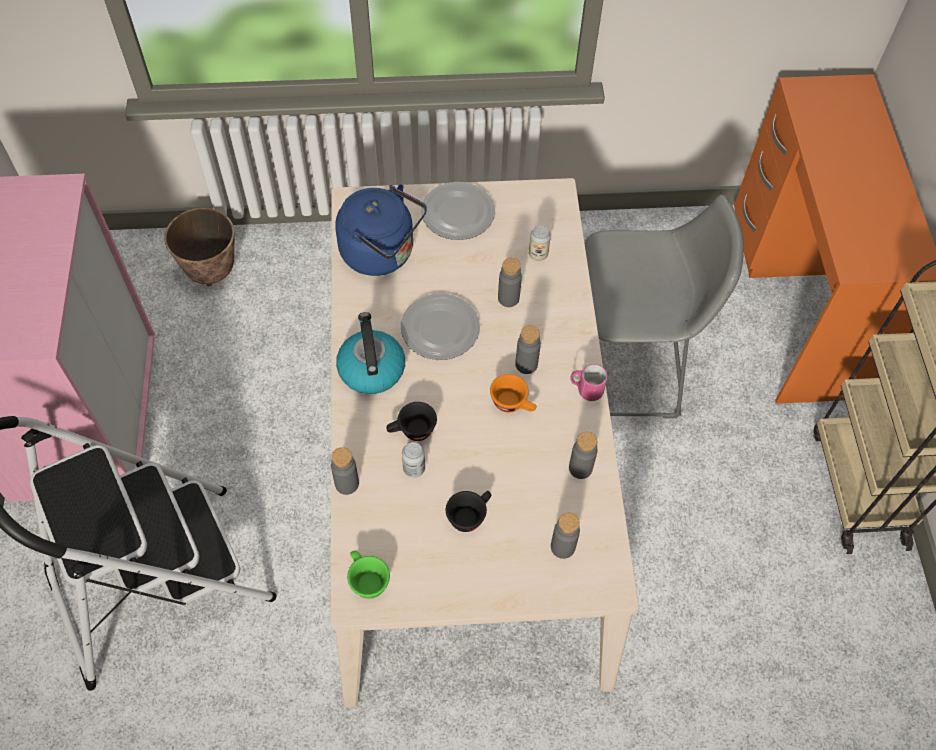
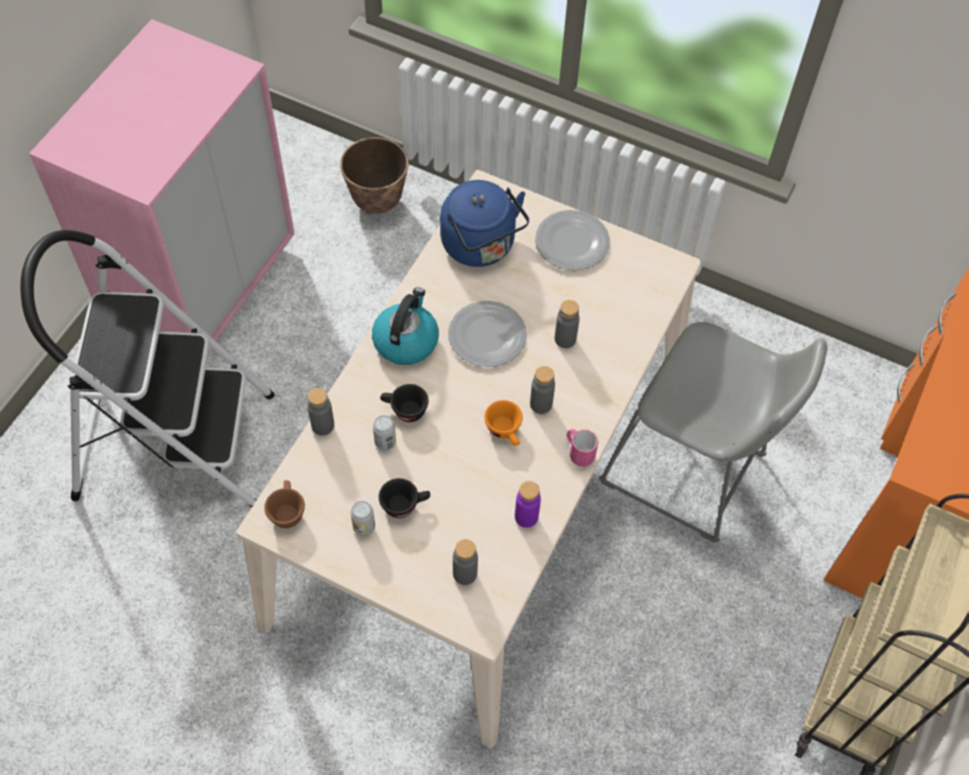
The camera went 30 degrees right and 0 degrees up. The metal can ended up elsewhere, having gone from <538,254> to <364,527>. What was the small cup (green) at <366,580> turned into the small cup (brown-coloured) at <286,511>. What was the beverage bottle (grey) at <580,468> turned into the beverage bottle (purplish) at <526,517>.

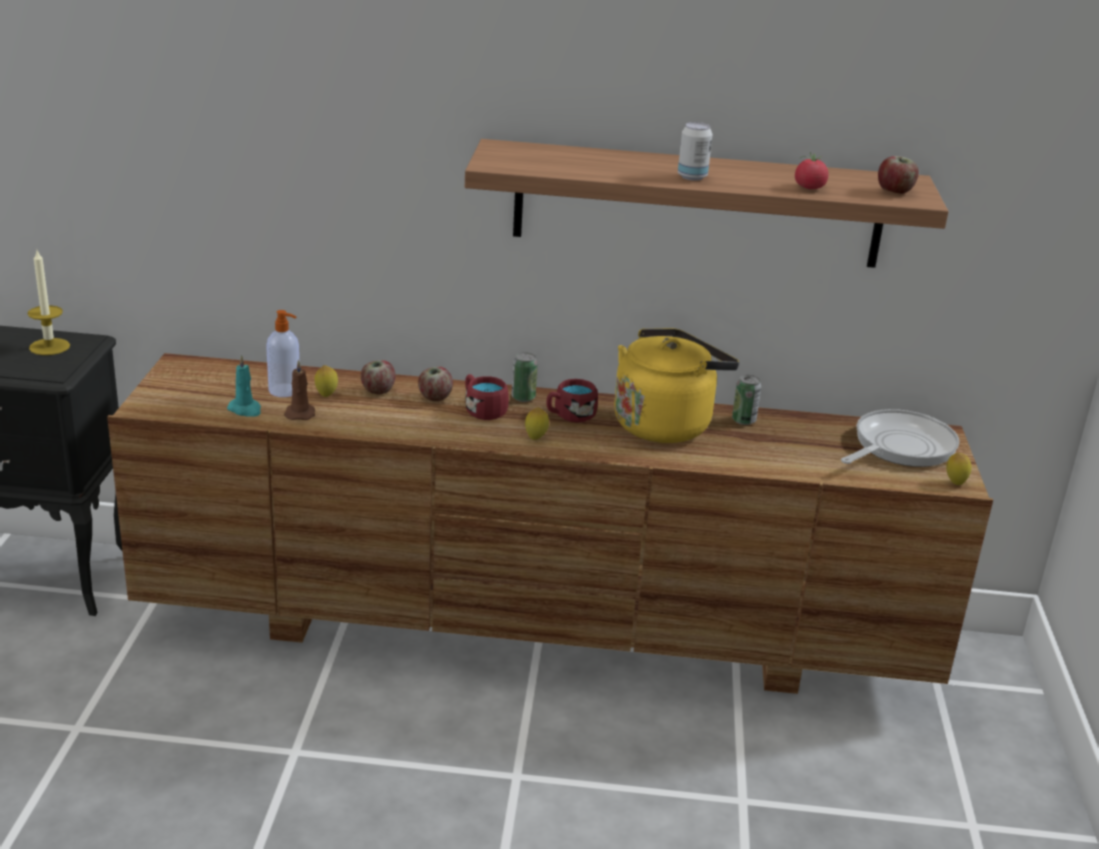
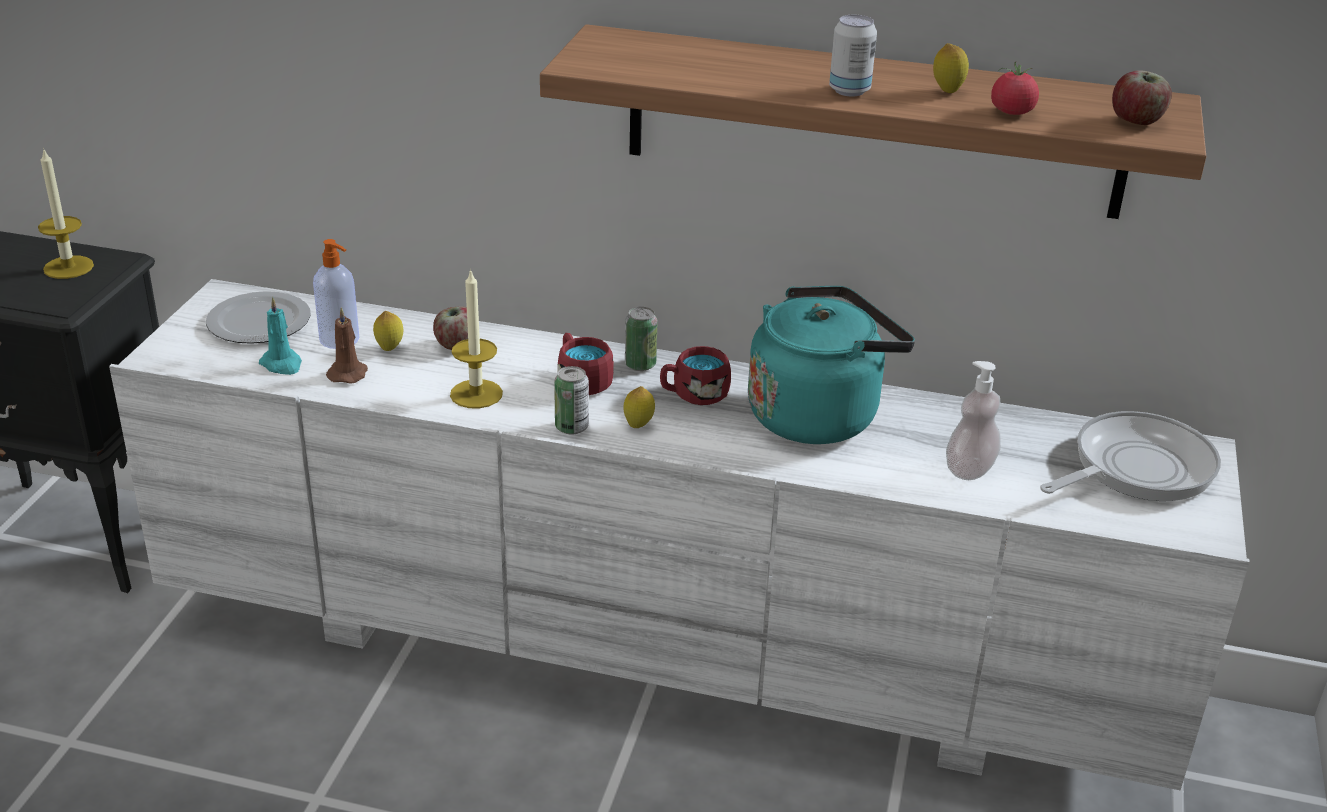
The camera went 10 degrees right and 5 degrees up. The second view lost the apple fruit at <434,397>. The second view gained the dinner plate at <261,322>. The second view gained the candle at <476,394>. The second view gained the soap bottle at <969,469>. The metal can ended up elsewhere, having gone from <743,420> to <571,427>. The citrus fruit ended up elsewhere, having gone from <955,483> to <947,91>. What was the cabinet (brown-coloured) at <535,635> turned into the cabinet (whitish) at <655,662>. What was the kettle (yellow-coloured) at <665,424> turned into the kettle (turquoise-coloured) at <818,414>.

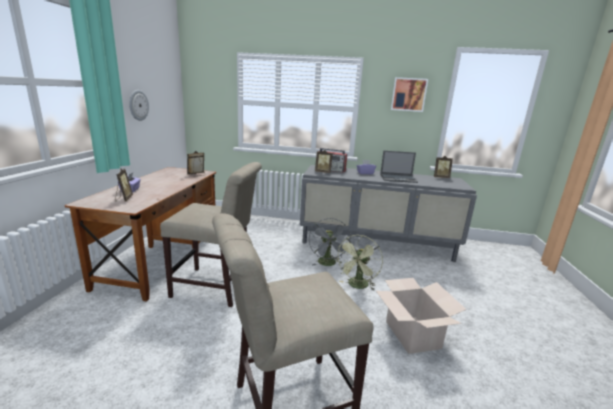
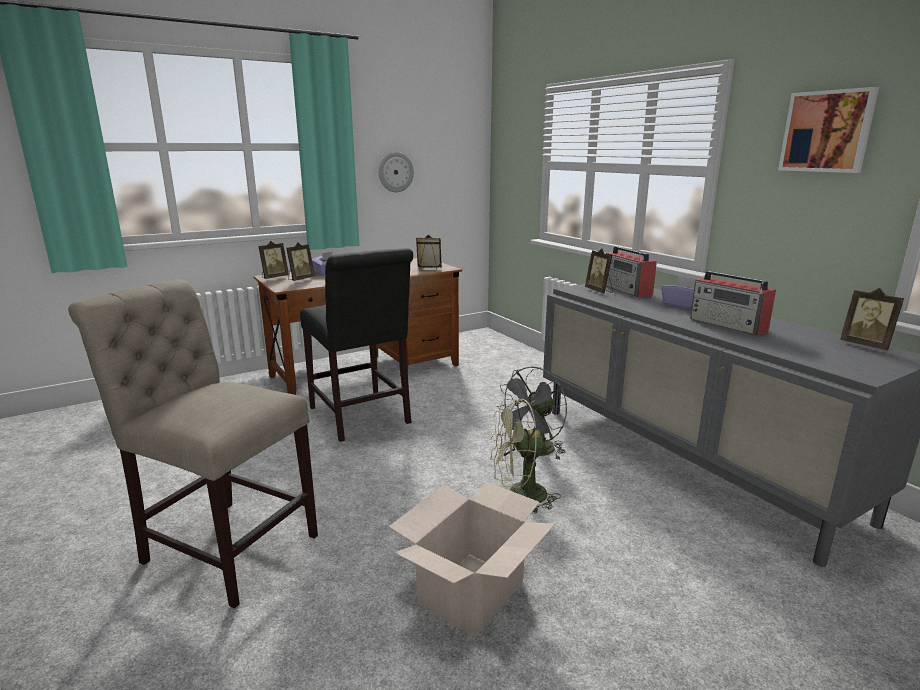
The camera went 50 degrees right and 0 degrees up. The second view gained the photo frame at <274,277>. Where the portable computer stood at <398,178>, the radio set came to stand at <728,325>. What was the upright chair (sand-coloured) at <216,287> turned into the upright chair (black-coloured) at <361,417>.

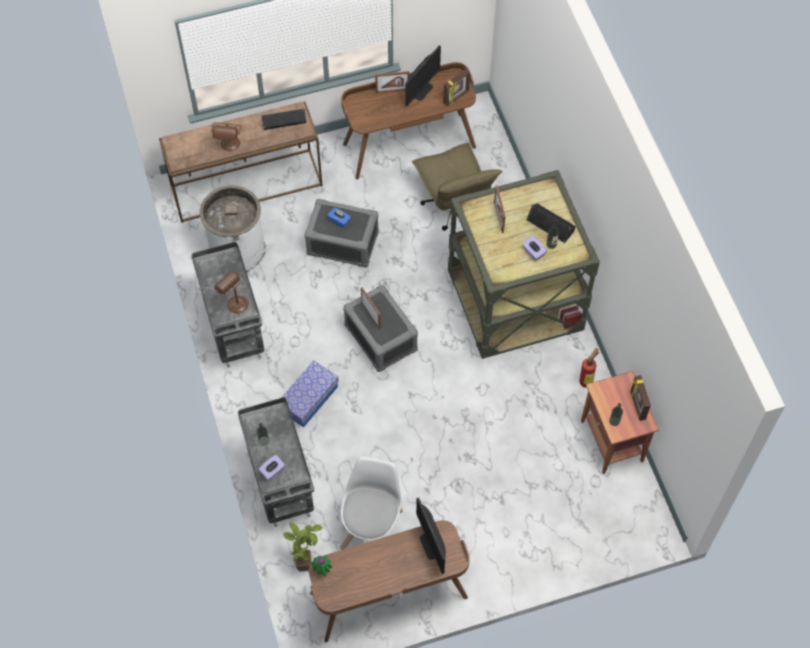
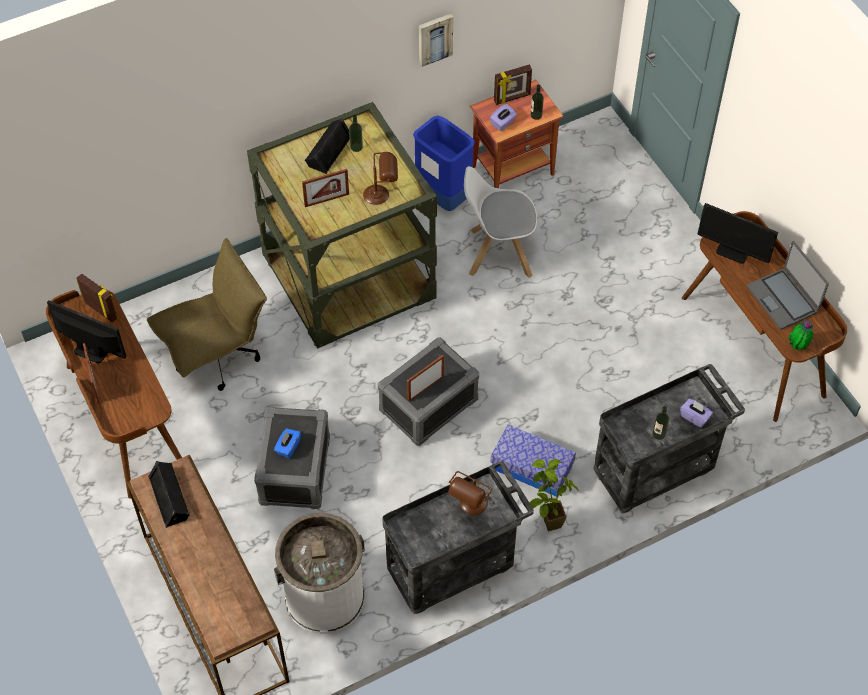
The camera went 100 degrees left and 5 degrees down. The second view gained the wall picture at <434,38>. The second view gained the portable computer at <783,299>. The table lamp (brown-coloured) ended up elsewhere, having gone from <230,146> to <381,193>. The potted plant ended up elsewhere, having gone from <305,560> to <544,524>. The upright chair ended up elsewhere, having gone from <372,527> to <498,253>. The box of tissues (purplish) ended up elsewhere, having gone from <533,252> to <503,123>. Where the fire-fighting cylinder stood at <587,380>, the trash can (bluish) came to stand at <443,198>. The computer display at <432,545> ended up facing another way, 60 degrees clockwise from before.

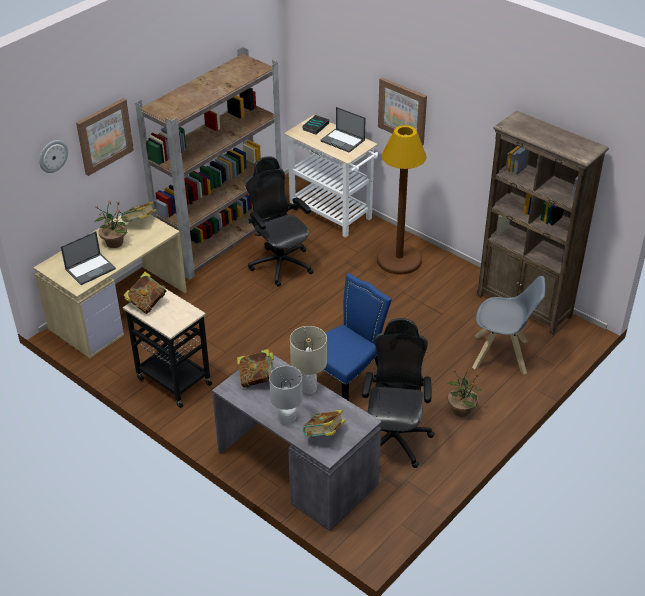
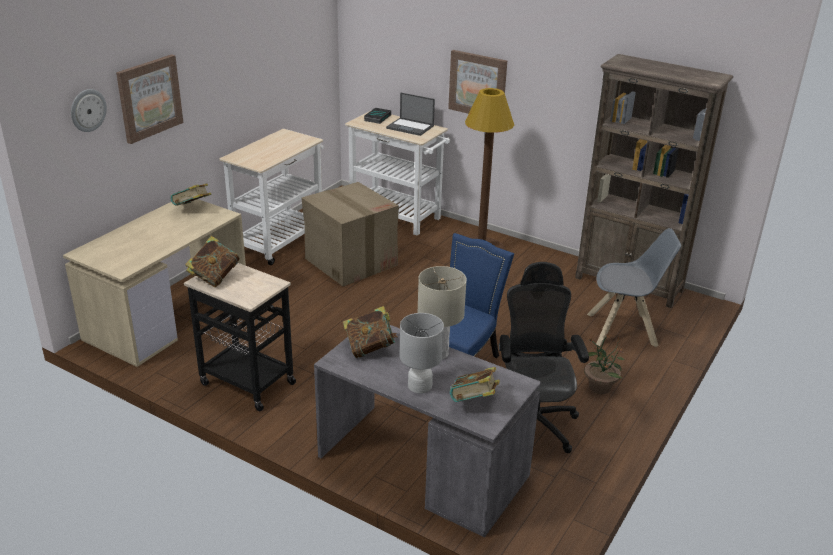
The camera went 10 degrees left and 10 degrees down. The second view lost the portable computer at <91,269>. The second view lost the potted plant at <114,242>. Where the shelving unit (brown-coloured) stood at <222,237>, the cart (whitish) came to stand at <280,242>. Where the desk chair stood at <280,263>, the carton came to stand at <350,261>.

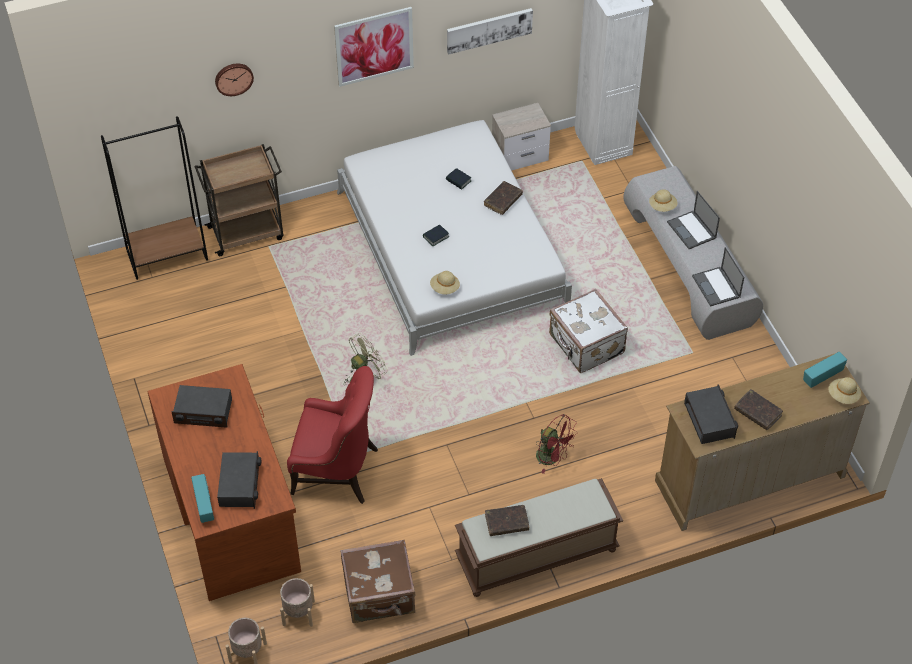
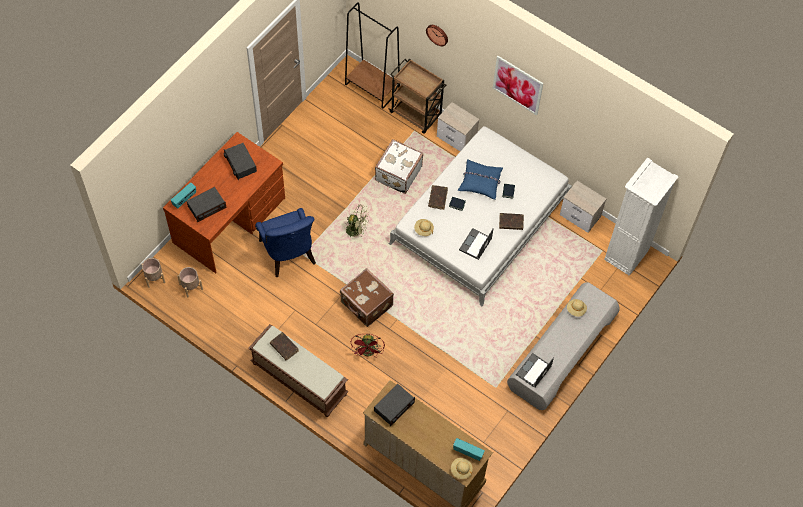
The camera went 55 degrees right and 10 degrees up. The second view lost the wall picture at <489,30>. The second view gained the bedside table at <457,138>. The second view gained the pillow (bluish) at <480,182>. The suitcase (brown-coloured) ended up elsewhere, having gone from <380,595> to <366,305>. The suitcase (whitish) ended up elsewhere, having gone from <585,345> to <397,174>. The portable computer ended up elsewhere, having gone from <692,230> to <475,244>. The book (brown-coloured) ended up elsewhere, having gone from <757,413> to <438,198>. What was the upright chair (reddish) at <336,470> turned into the upright chair (bluish) at <288,252>.

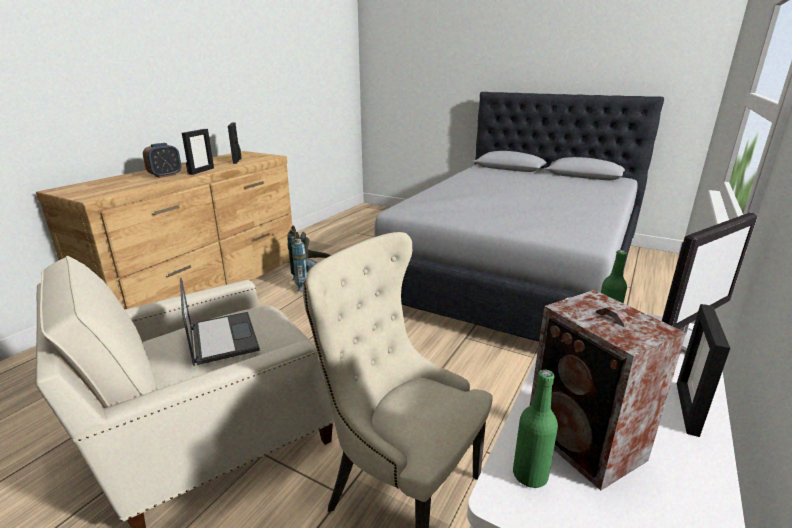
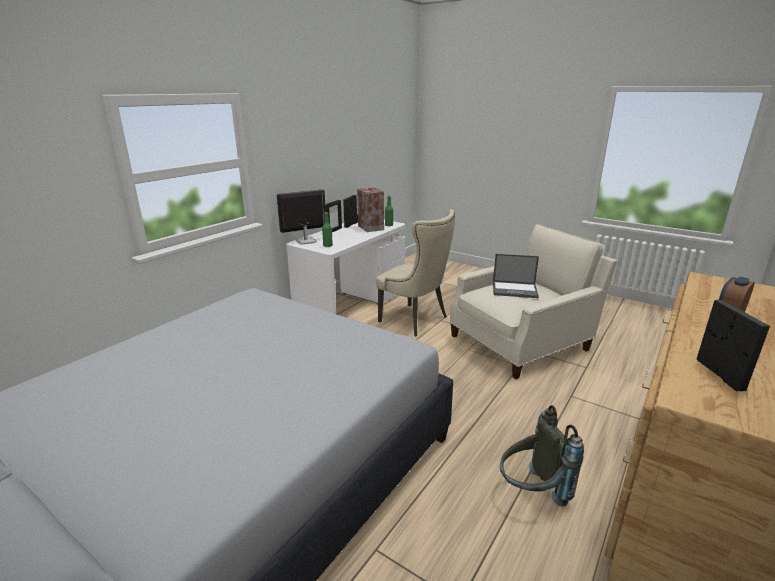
The camera went 175 degrees left and 0 degrees up. The photo frame ended up elsewhere, having gone from <201,171> to <351,224>. The portable computer at <222,337> ended up facing another way, 60 degrees counterclockwise from before.

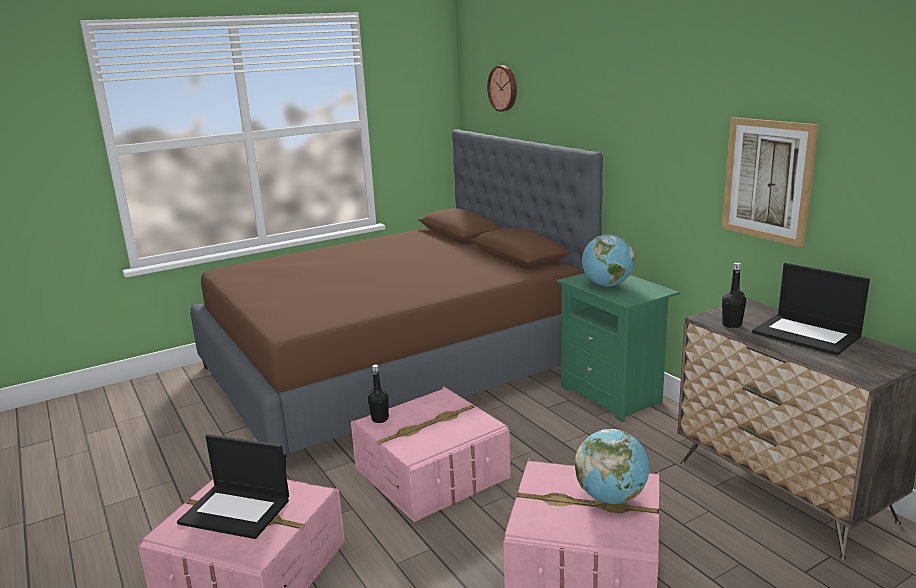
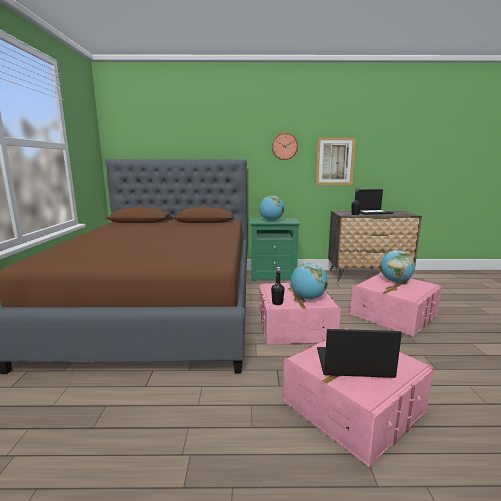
The camera went 60 degrees left and 5 degrees down. The second view gained the globe at <308,298>. The hanging clock ended up elsewhere, having gone from <504,88> to <284,146>. The portable computer at <236,511> ended up facing another way, 135 degrees counterclockwise from before.

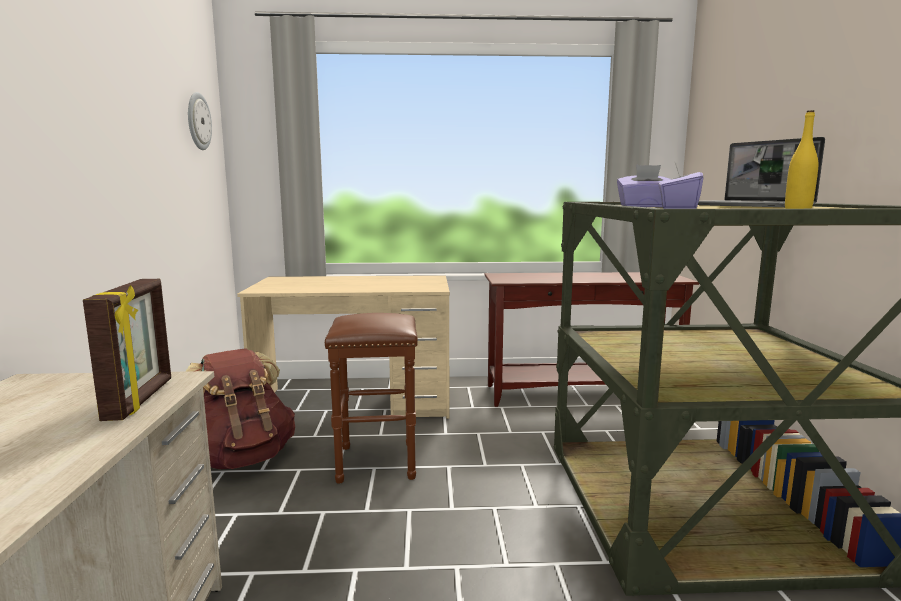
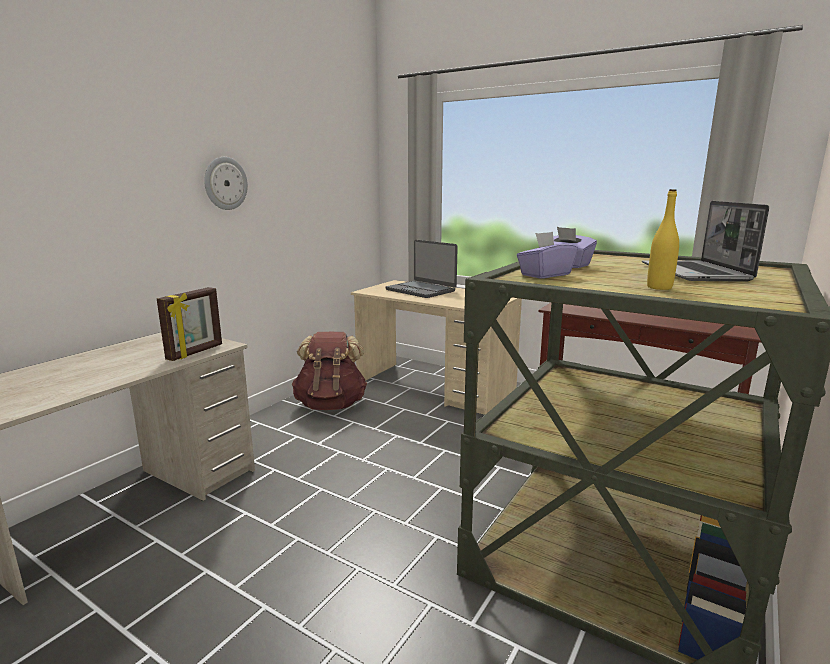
The camera went 35 degrees right and 5 degrees up. The second view lost the sitting stool (brown-coloured) at <375,463>. The second view gained the portable computer at <421,290>. The hanging clock ended up elsewhere, having gone from <198,121> to <225,183>.

